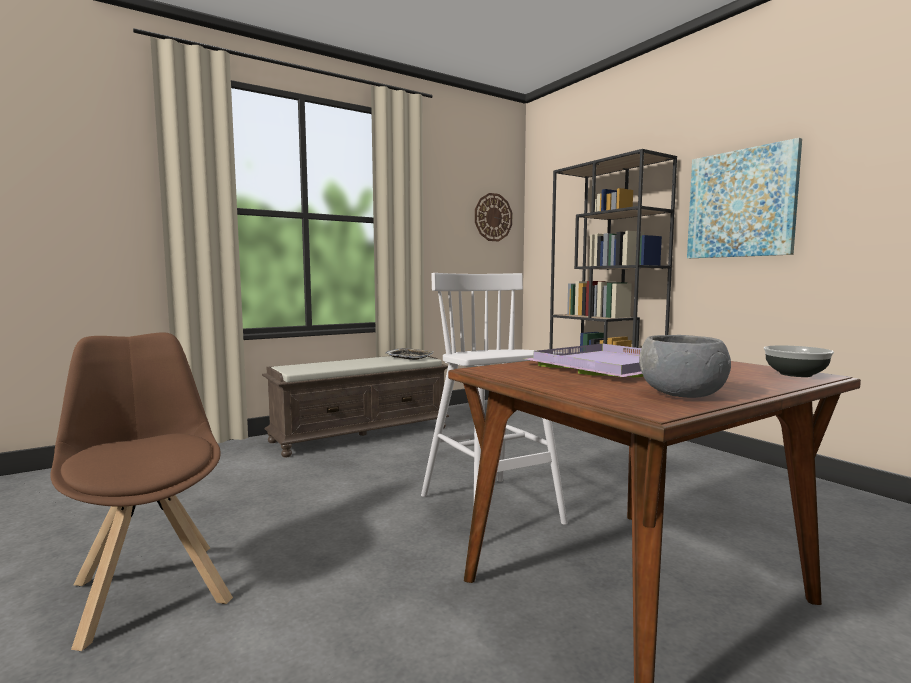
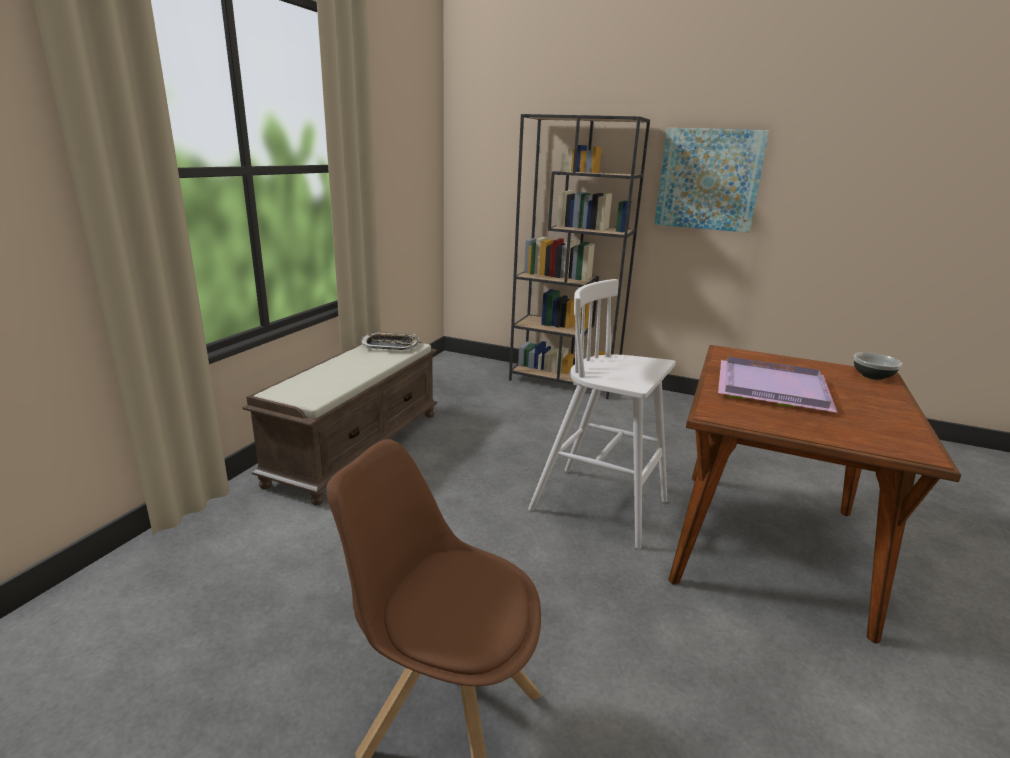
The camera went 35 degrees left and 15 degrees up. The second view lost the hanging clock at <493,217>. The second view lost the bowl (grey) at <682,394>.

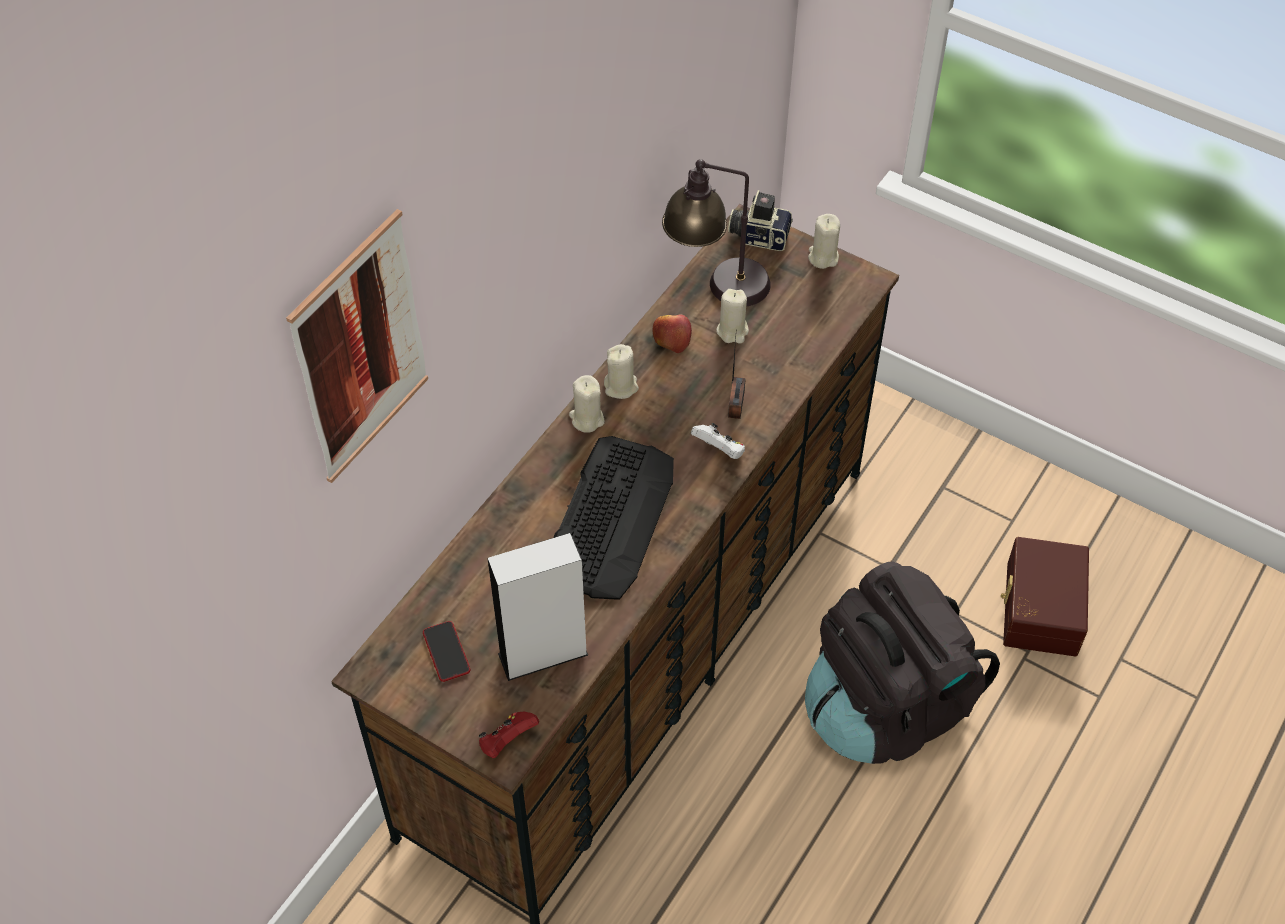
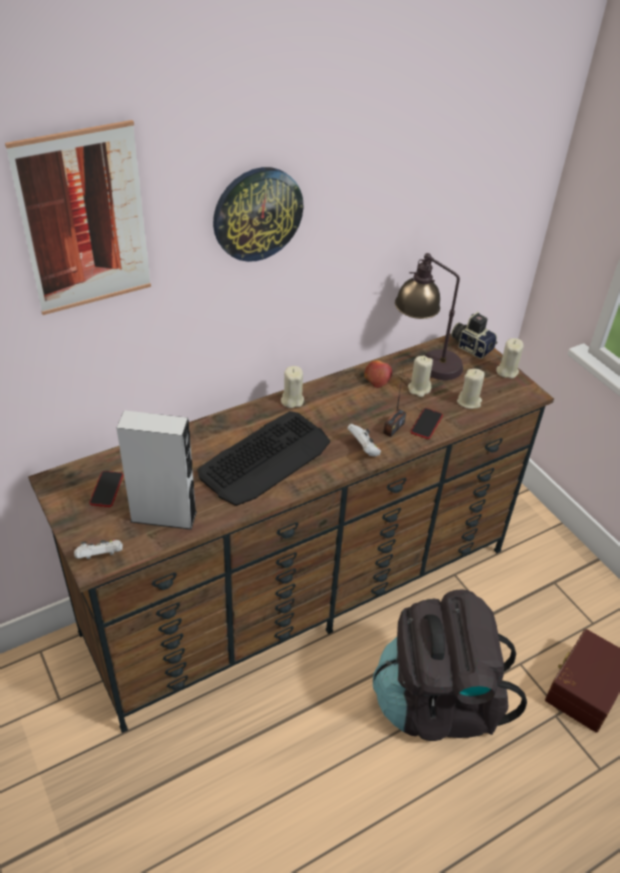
The camera went 25 degrees right and 10 degrees down. The second view gained the hanging clock at <257,214>. The second view gained the phone at <426,424>. The candle (sand-coloured) ended up elsewhere, having gone from <621,386> to <469,402>. What was the gamepad (reddish) at <507,741> turned into the gamepad (whitish) at <100,557>.

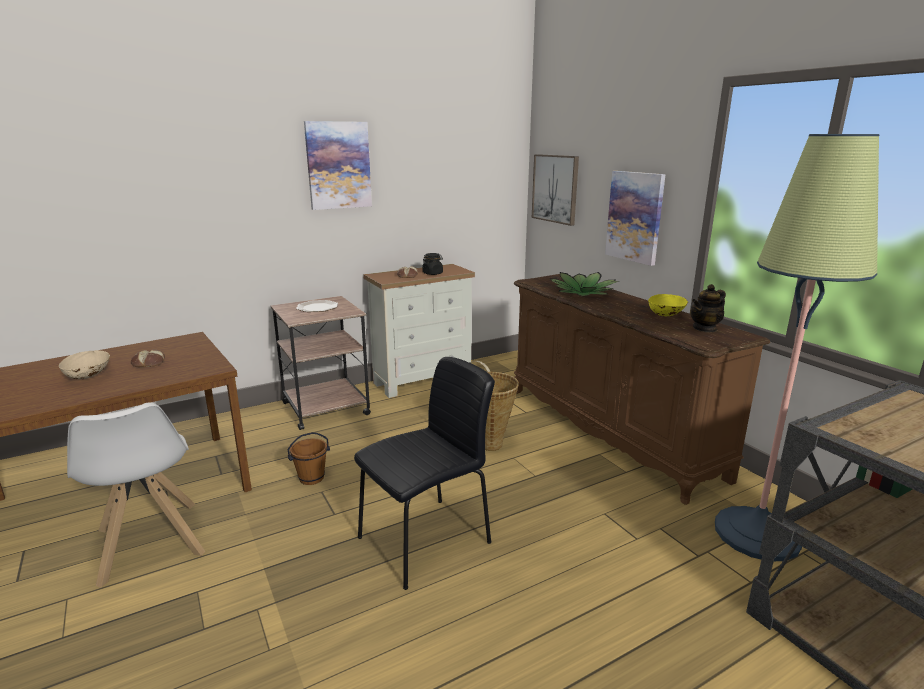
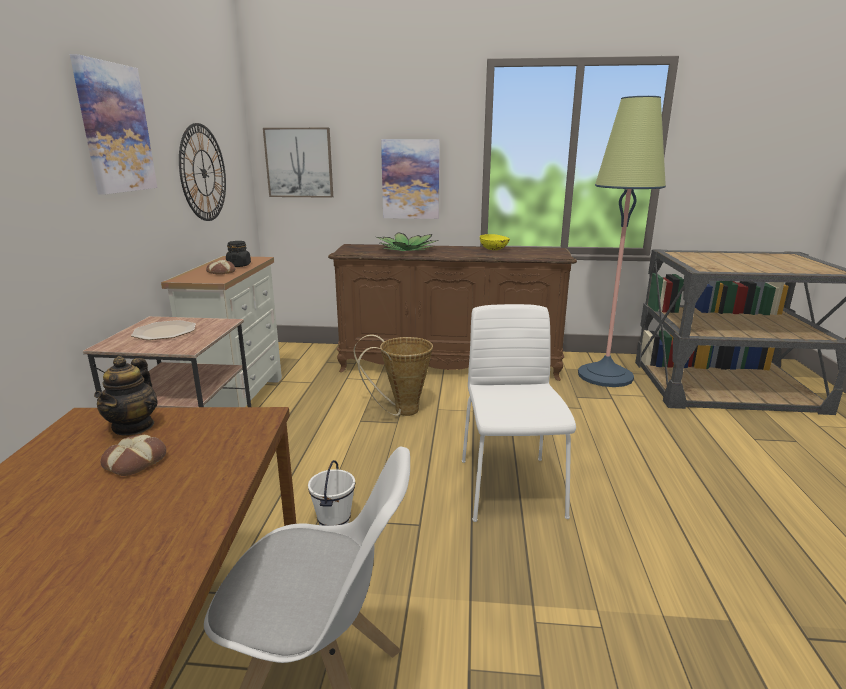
The camera went 55 degrees left and 0 degrees up. The second view lost the bowl (sand-coloured) at <88,376>. The second view gained the hanging clock at <203,173>. The pot for tea ended up elsewhere, having gone from <705,328> to <134,426>. What was the water bucket (brown-coloured) at <311,478> turned into the water bucket (whitish) at <333,521>. What was the upright chair (black-coloured) at <428,538> turned into the upright chair (whitish) at <509,484>.

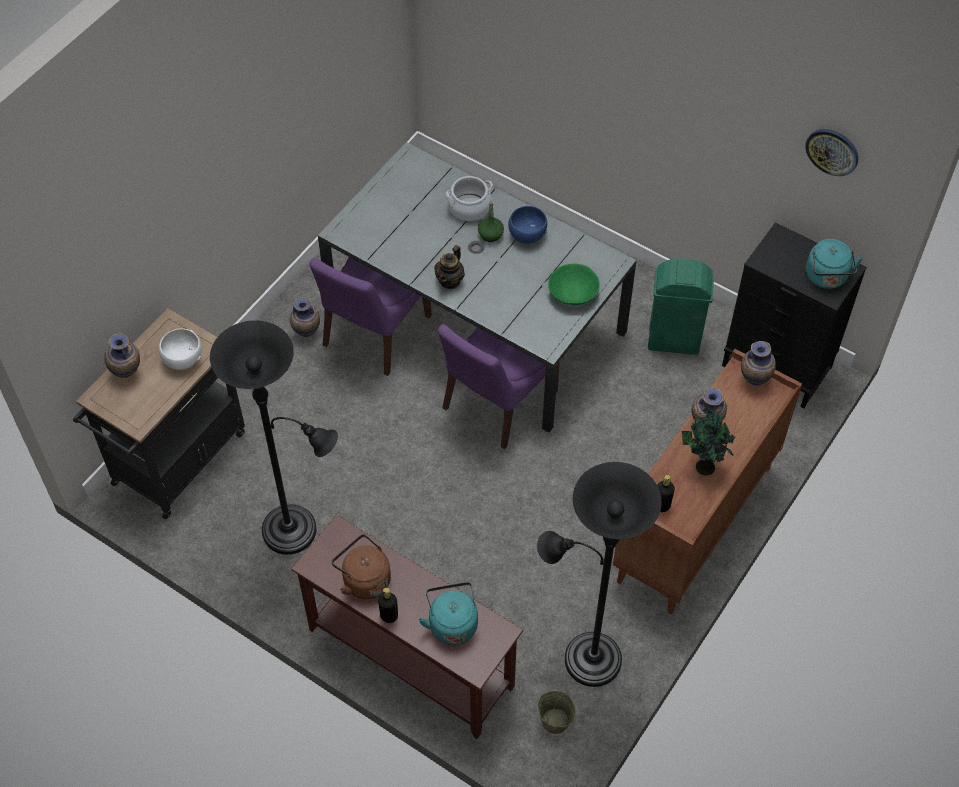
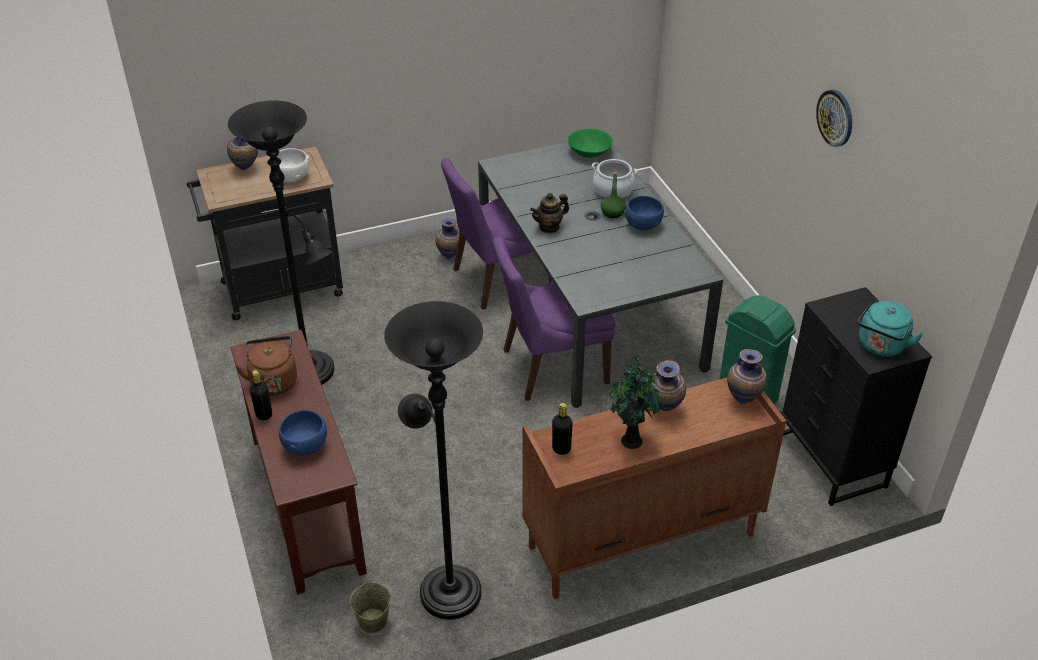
The camera went 35 degrees right and 15 degrees down. The bowl (green) ended up elsewhere, having gone from <573,293> to <590,152>. The hanging clock ended up elsewhere, having gone from <832,151> to <835,117>. Where the kettle (turquoise-coloured) stood at <452,623>, the bowl (bluish) came to stand at <306,446>.

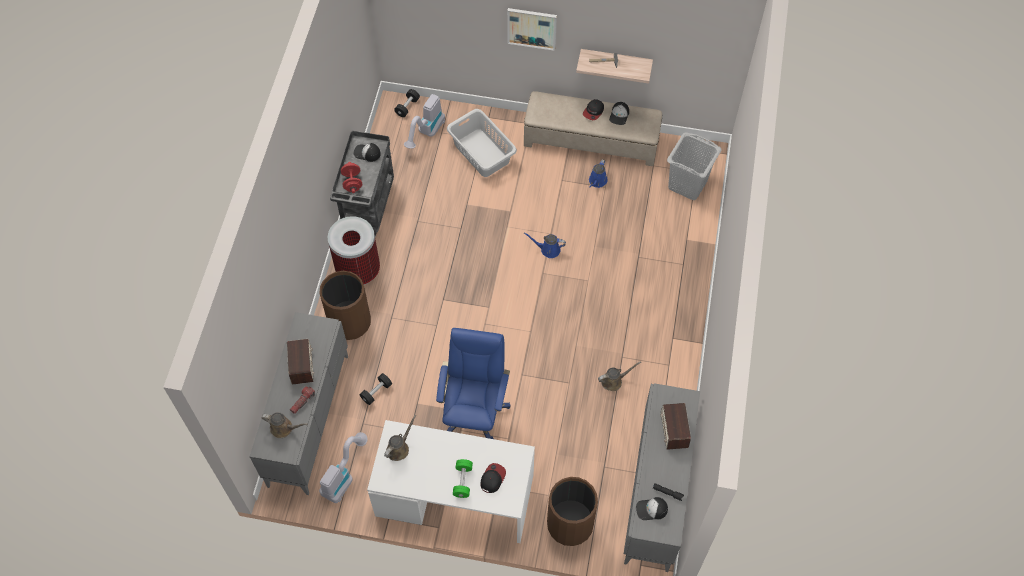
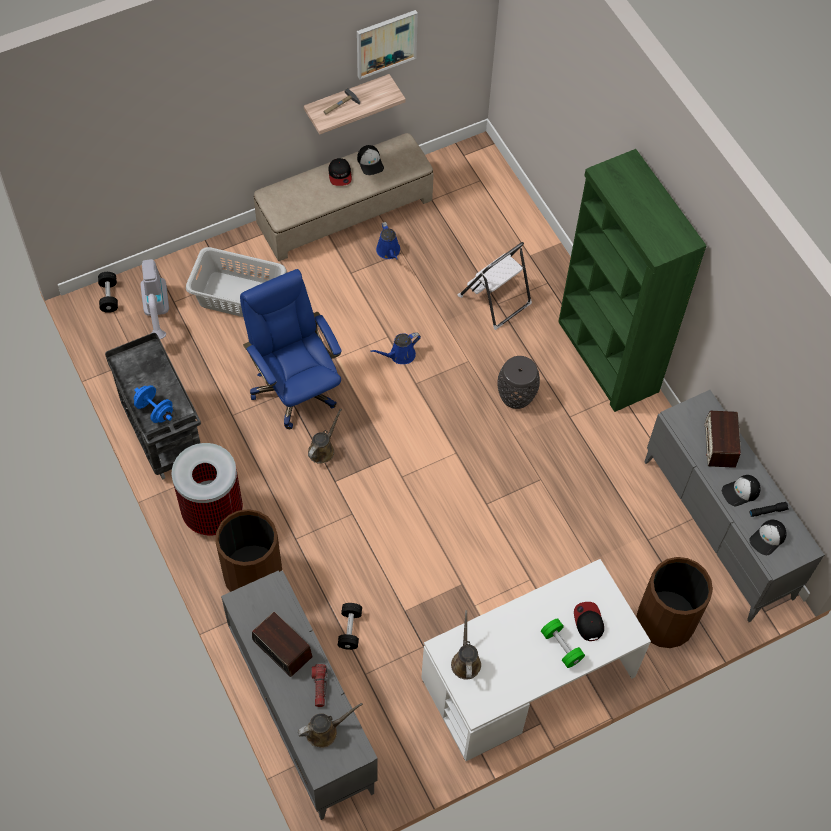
The camera went 40 degrees left and 0 degrees up. The second view lost the hoover at <343,476>. The second view lost the hamper (grey) at <688,184>. The second view gained the step stool (whitish) at <496,301>. The second view gained the sitting stool (grey) at <516,395>. The second view gained the shelving unit (green) at <607,357>. The cap ended up elsewhere, having gone from <367,153> to <740,492>. The desk chair (bluish) ended up elsewhere, having gone from <474,413> to <296,392>. The wall picture ended up elsewhere, having gone from <532,28> to <386,43>. The watering can (brown-coloured) ended up elsewhere, having gone from <614,381> to <322,449>. What was the free weight (reddish) at <352,182> turned into the free weight (bluish) at <155,410>. The radio set at <674,430> ended up facing another way, 45 degrees clockwise from before.

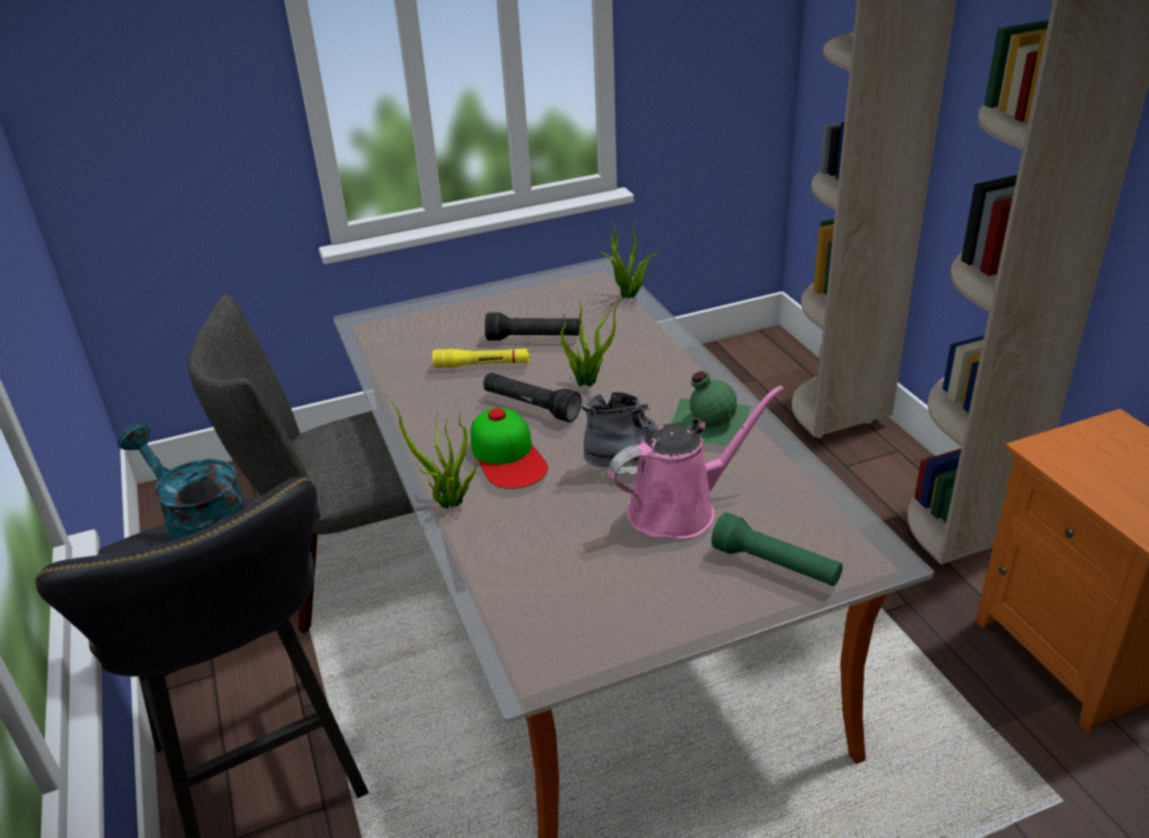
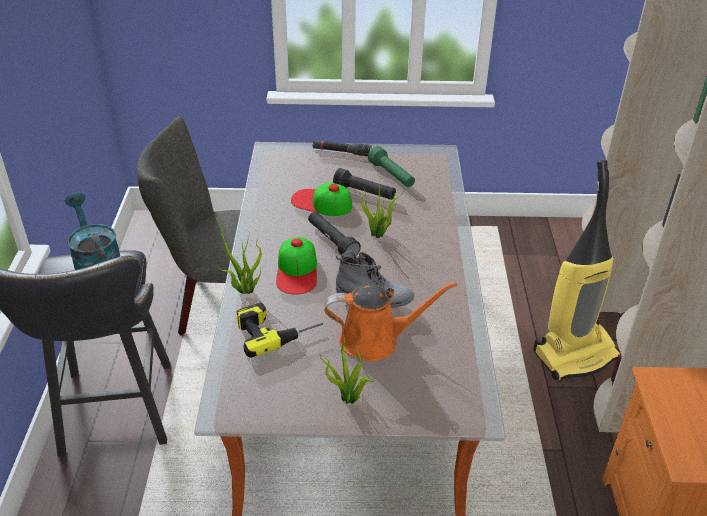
The camera went 20 degrees right and 5 degrees up. The second view lost the beverage bottle (green) at <708,420>. The second view gained the power drill at <276,329>. The second view gained the flashlight (black-coloured) at <341,152>. The second view gained the hoover at <575,354>. The potted plant ended up elsewhere, having gone from <629,296> to <349,400>. The flashlight (green) ended up elsewhere, having gone from <775,566> to <392,175>. Where the flashlight (yellow-coloured) stood at <482,365>, the cap came to stand at <321,202>. What was the watering can (pink) at <679,509> turned into the watering can (orange-coloured) at <375,340>.

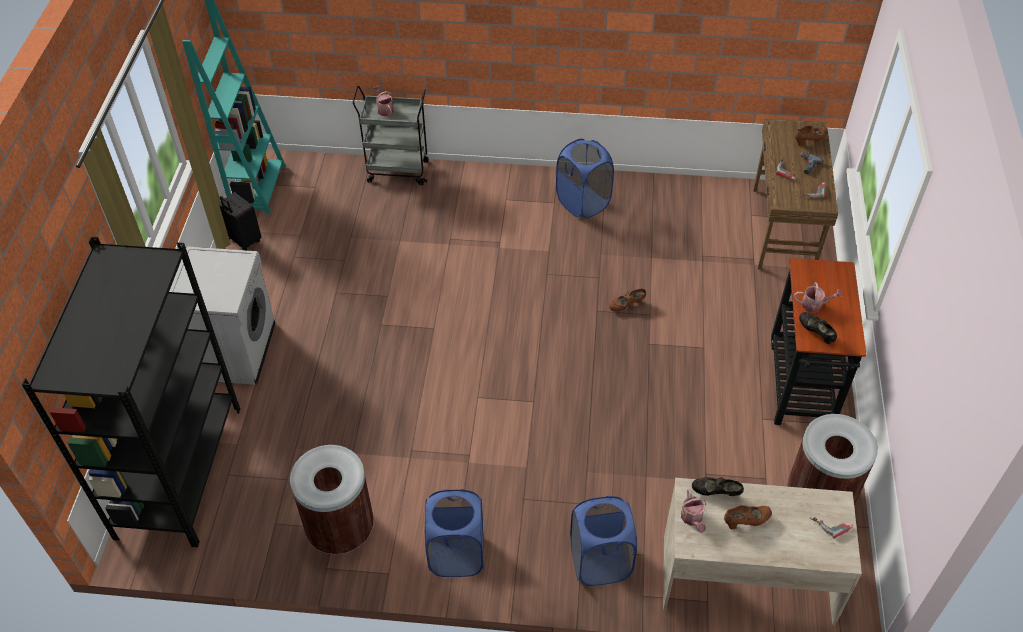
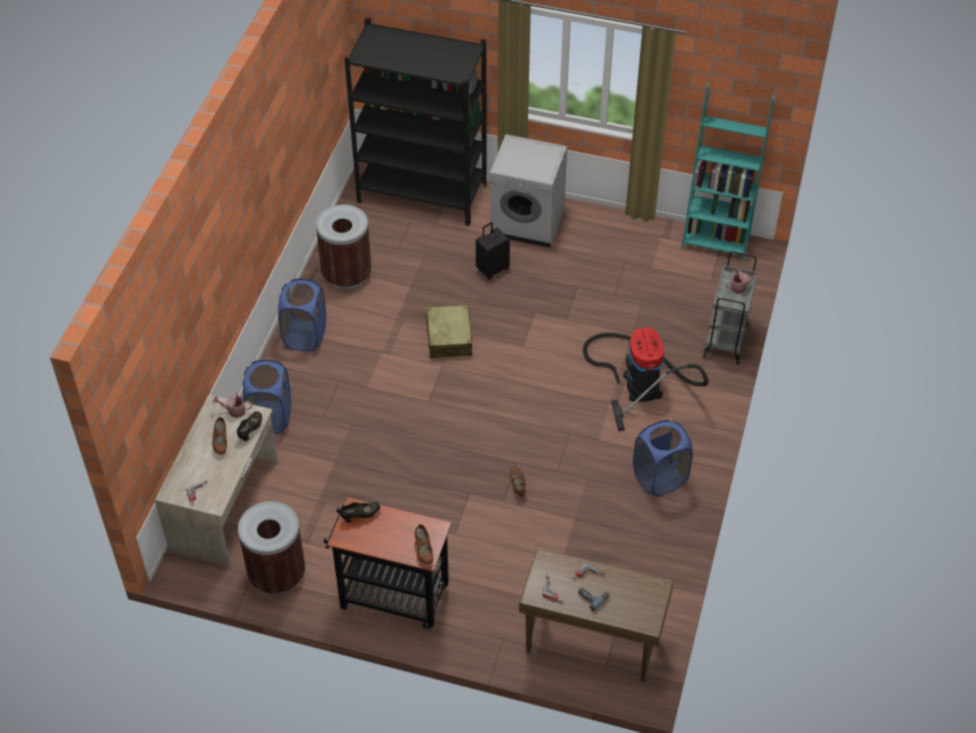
The camera went 100 degrees right and 0 degrees up. The second view lost the watering can at <814,305>. The second view gained the suitcase (sand-coloured) at <449,338>. The second view gained the hoover at <640,381>. The suitcase (black-coloured) ended up elsewhere, having gone from <243,240> to <492,269>. The low shoe (brown-coloured) ended up elsewhere, having gone from <810,140> to <423,551>.

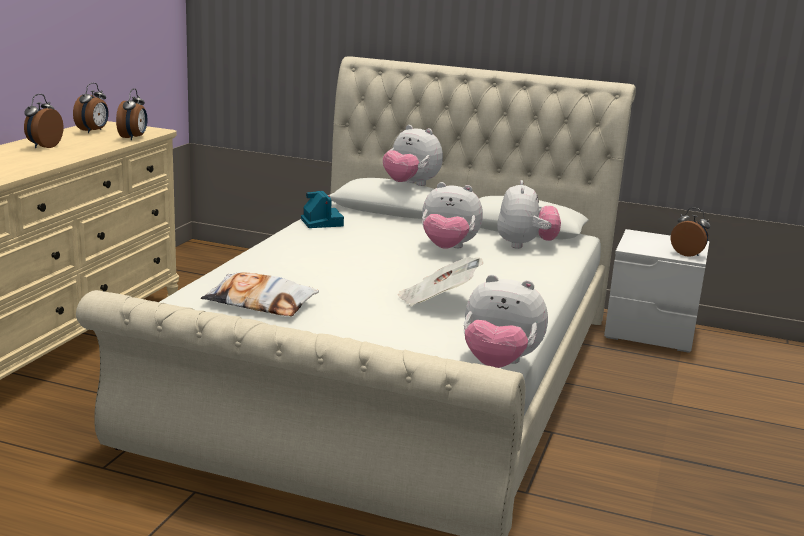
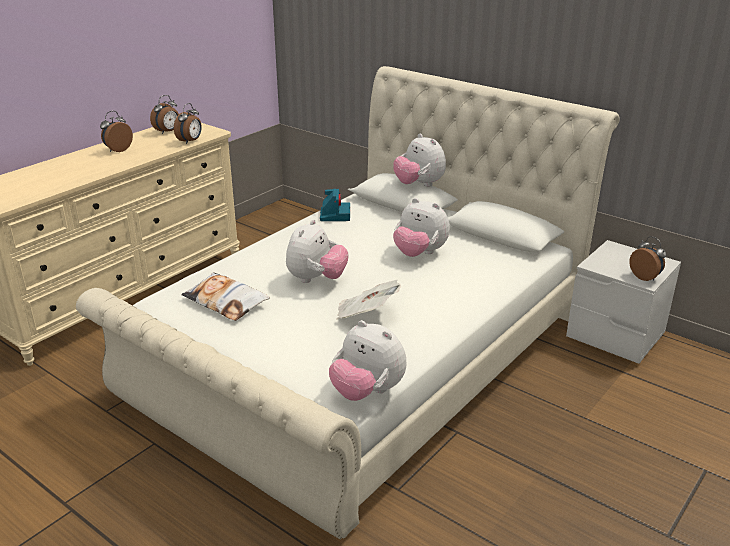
The camera went 20 degrees right and 10 degrees up. The plush toy ended up elsewhere, having gone from <525,245> to <316,279>.

